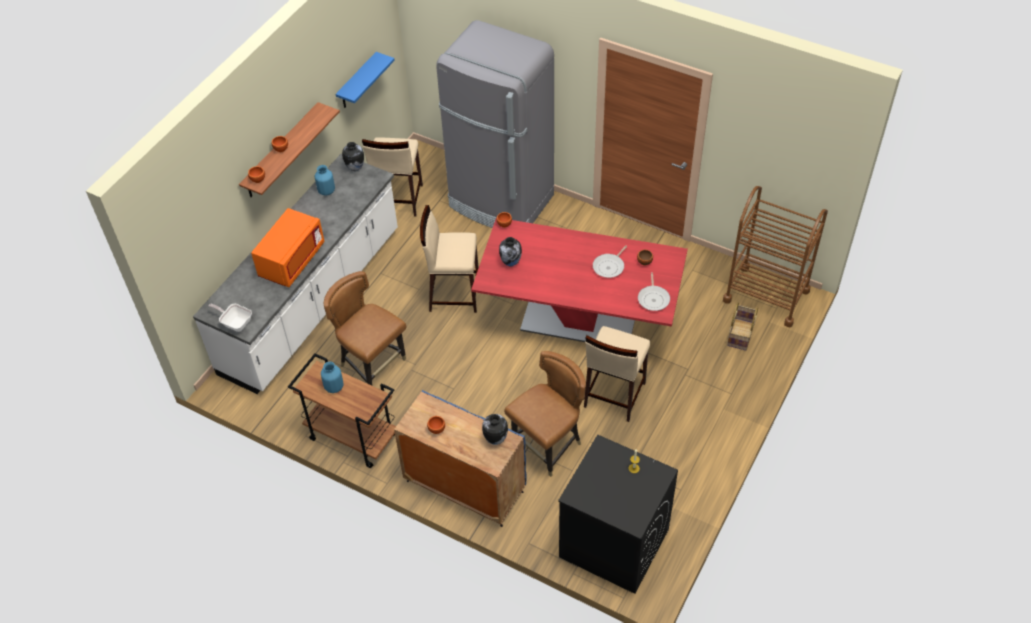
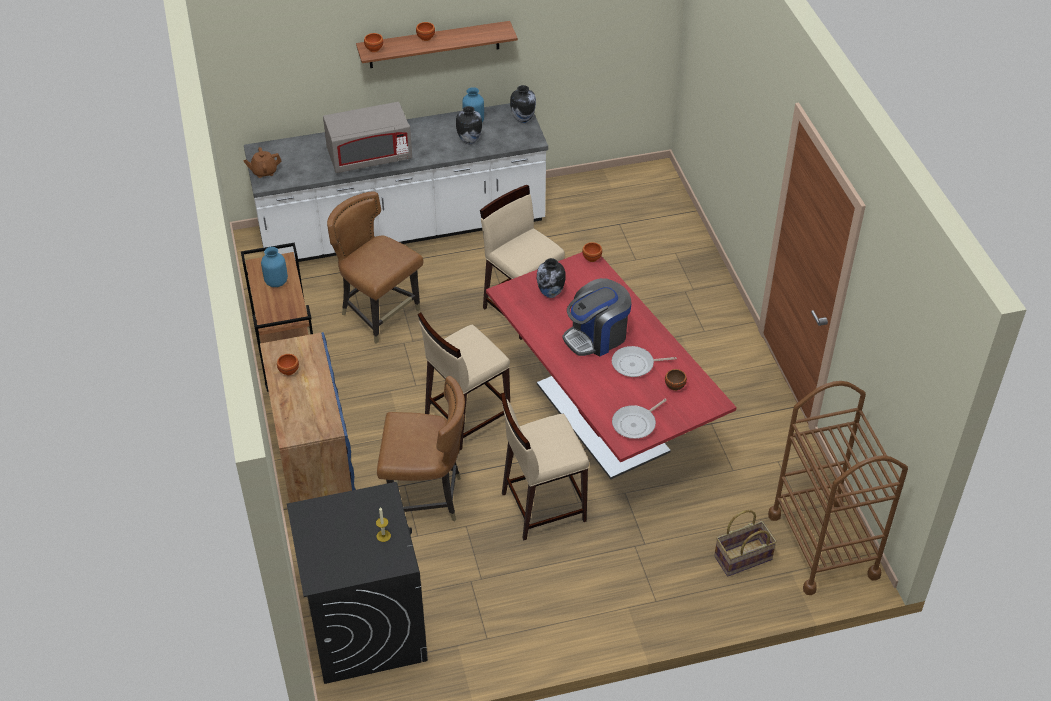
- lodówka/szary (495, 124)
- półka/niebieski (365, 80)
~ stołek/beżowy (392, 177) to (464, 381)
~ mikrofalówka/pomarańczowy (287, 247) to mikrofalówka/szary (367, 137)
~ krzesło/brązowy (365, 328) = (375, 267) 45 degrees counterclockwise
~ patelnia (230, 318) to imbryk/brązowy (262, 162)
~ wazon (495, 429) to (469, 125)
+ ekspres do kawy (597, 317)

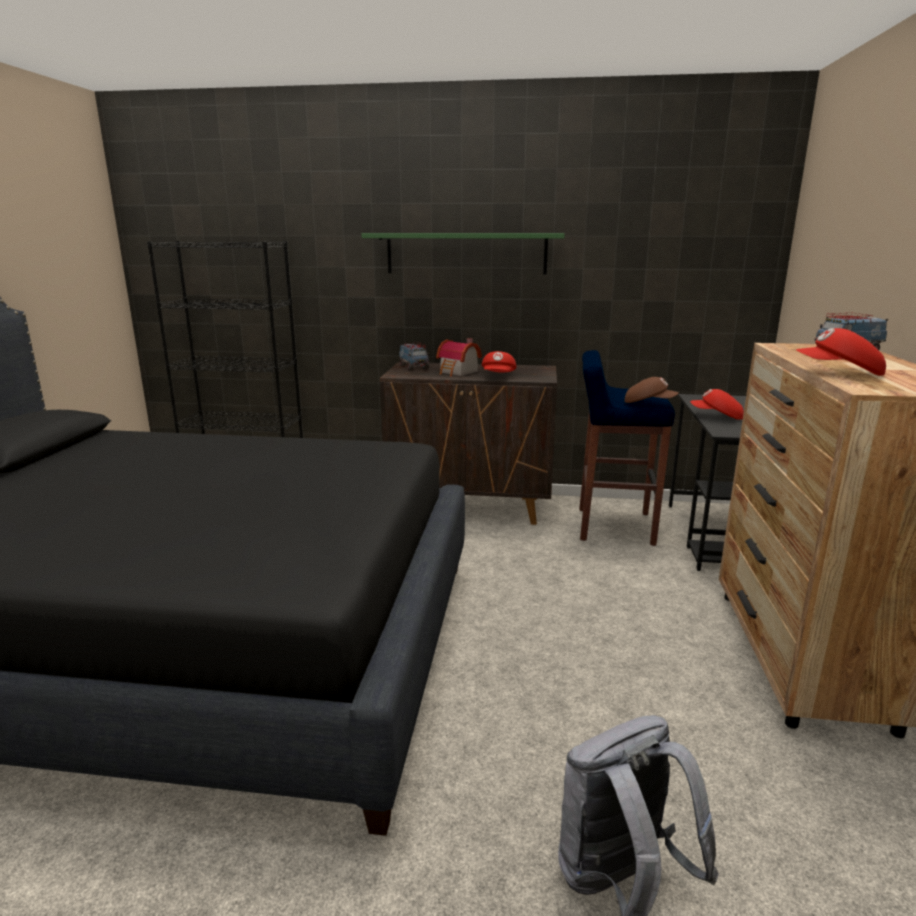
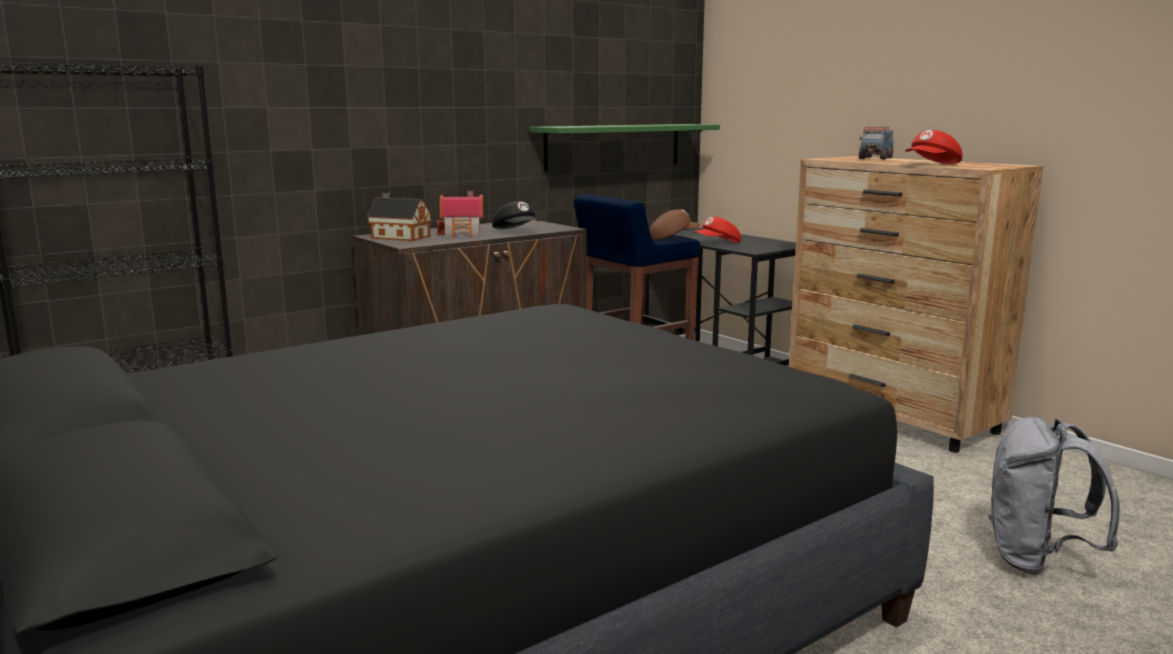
~ półka/zielony (463, 254) to (625, 148)
~ ciężarówka zabawkowa (414, 357) to domek (399, 217)
~ czapka z daszkiem/czerwony (499, 361) to czapka z daszkiem/czarny (515, 215)

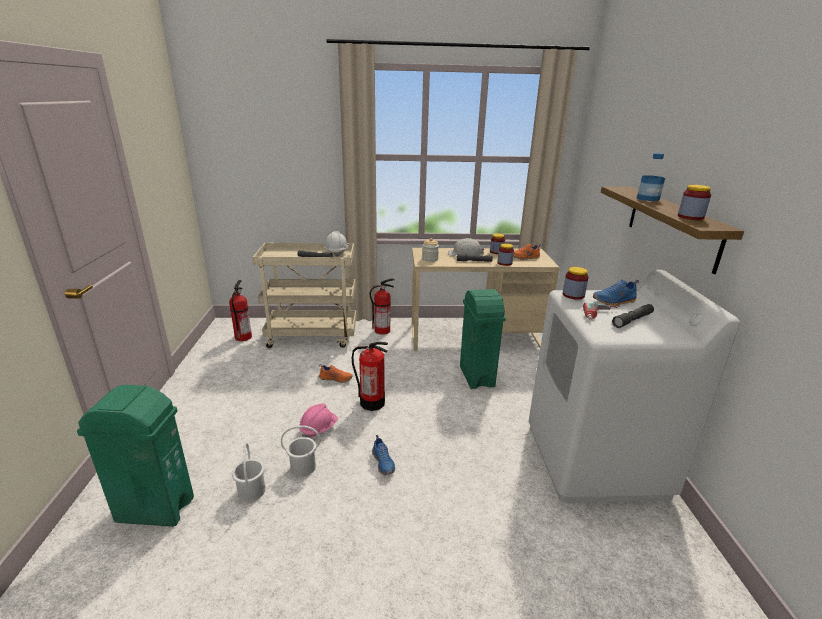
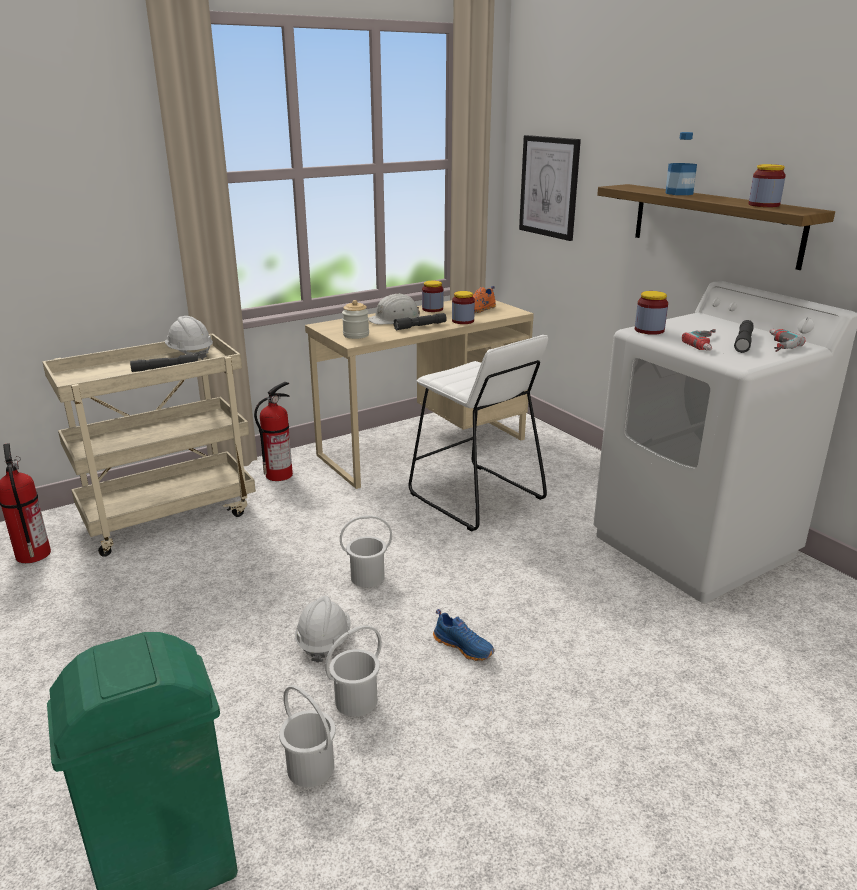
- but/niebieski (616, 292)
~ kosz na śmieci/zielony (483, 339) to stołek/biały (478, 433)
~ gaśnica (370, 376) to wiadro/biały (366, 551)
- but/pomarańczowy (335, 373)
~ kask/różowy (318, 421) to kask/biały (323, 629)
+ obraz (550, 188)
+ wiertarka (787, 340)

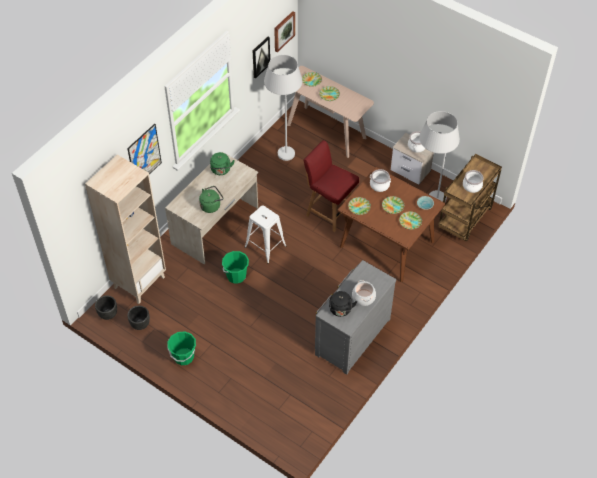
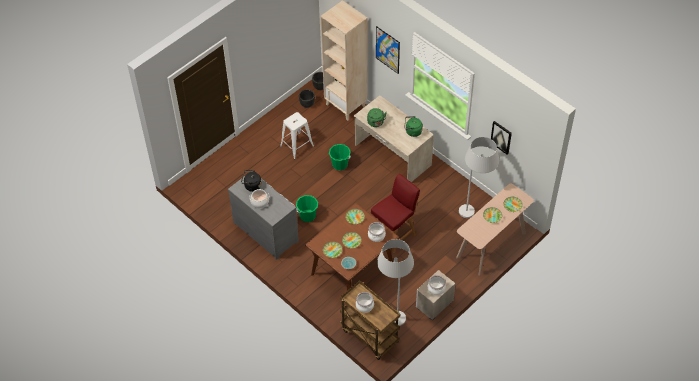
- obraz (284, 31)
~ stołek/biały (266, 234) to (297, 136)
~ wiadro/zielony (181, 348) to (307, 208)

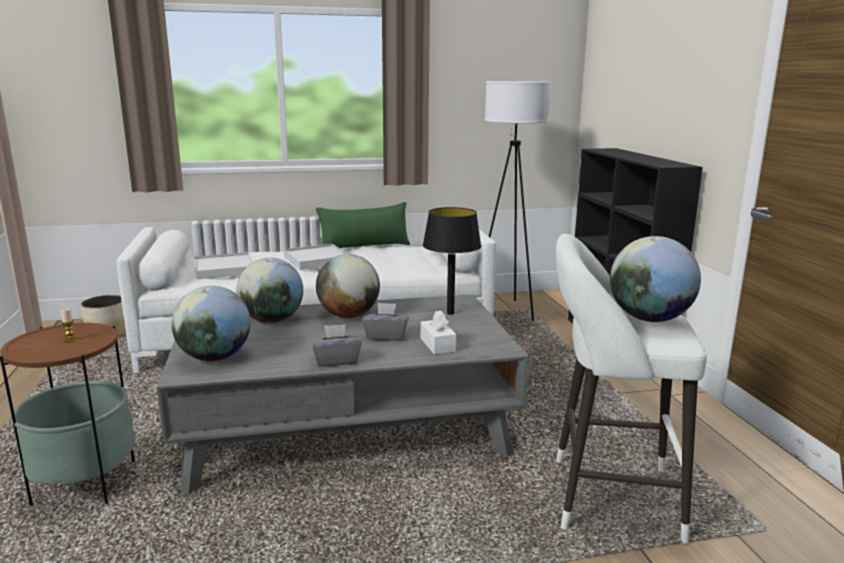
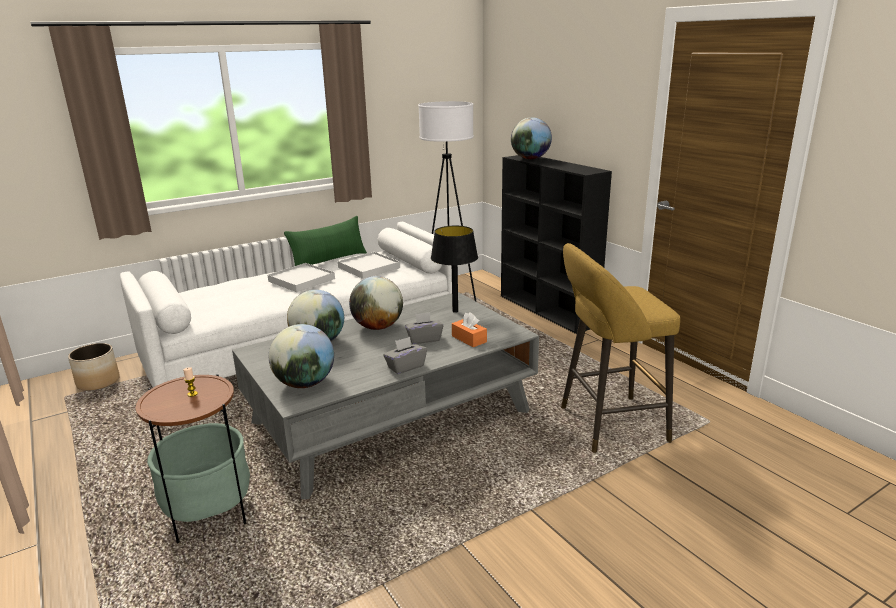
~ stołek/biały (631, 389) to stołek/żółty (620, 348)
~ globus (655, 279) to (531, 138)
~ taca/biały (223, 265) to (369, 265)
~ pudełko chusteczek/biały (438, 333) to pudełko chusteczek/pomarańczowy (469, 329)

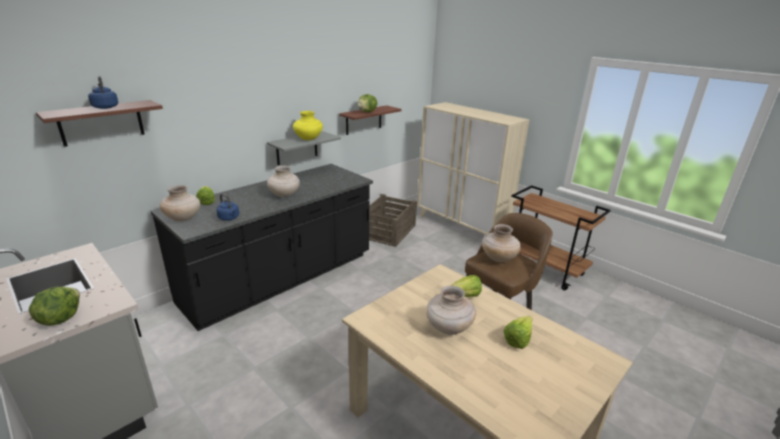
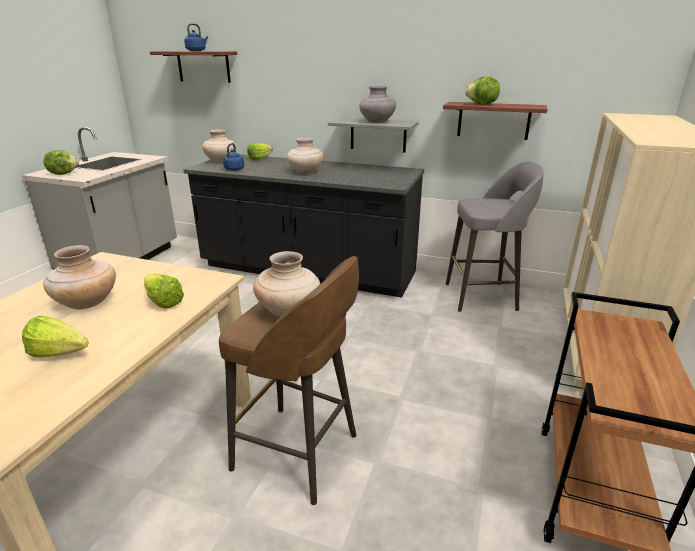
~ wazon/żółty (308, 125) to wazon/szary (378, 104)
~ skrzynka (393, 220) to stołek/szary (494, 237)

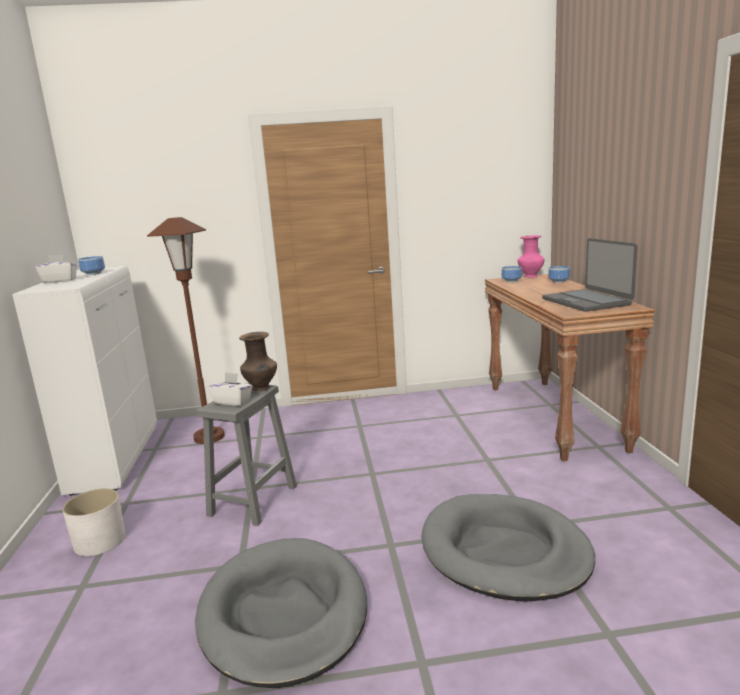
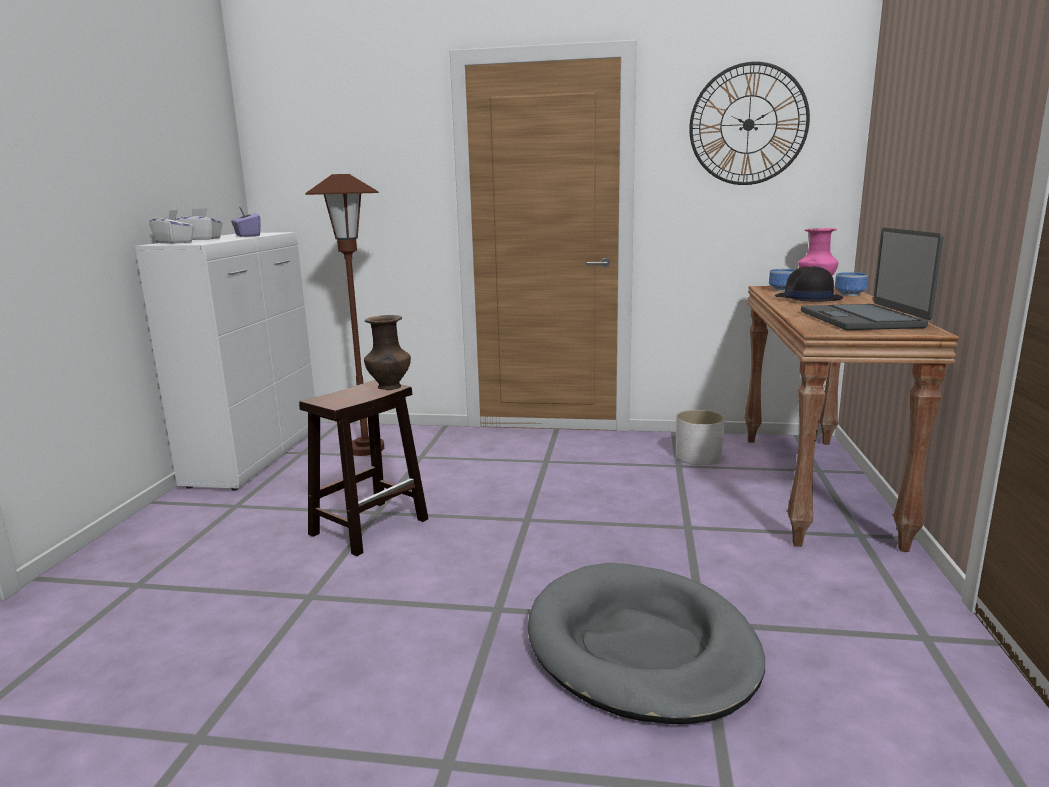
~ miska (91, 265) to pudełko chusteczek/fioletowy (246, 222)
~ pudełko chusteczek/biały (230, 389) to (171, 227)
~ stołek/szary (247, 454) to stołek/brązowy (363, 468)
~ donica/biały (94, 522) to (700, 437)
- legowisko/szary (281, 613)
+ zegar ścienny (749, 123)
+ kapelusz/czarny (809, 284)

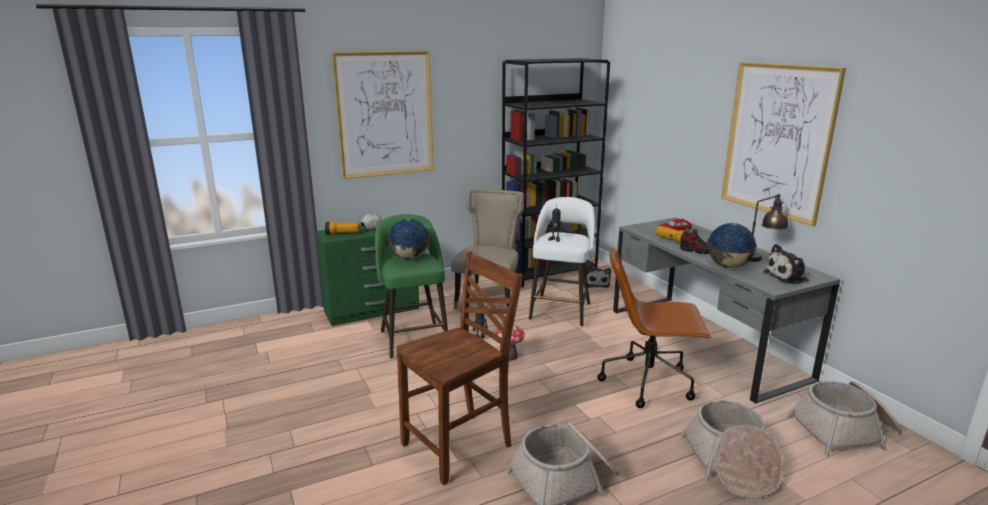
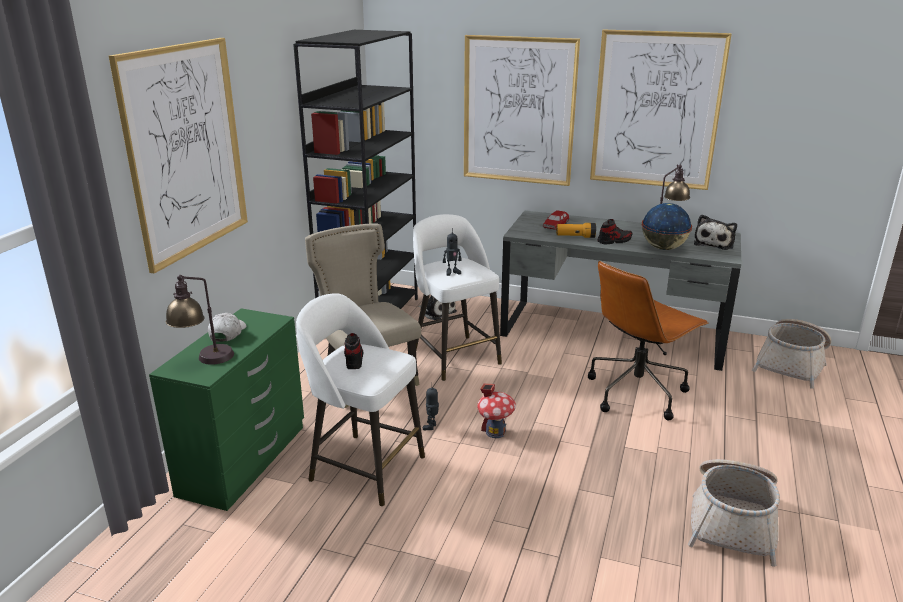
~ stołek/zielony (411, 286) to stołek/biały (360, 399)
~ globus (408, 239) to but (353, 351)
~ latarka (342, 228) to lampa stołowa (200, 320)
- krzesło/brązowy (460, 368)
- koszyk (731, 450)
+ obraz (522, 110)

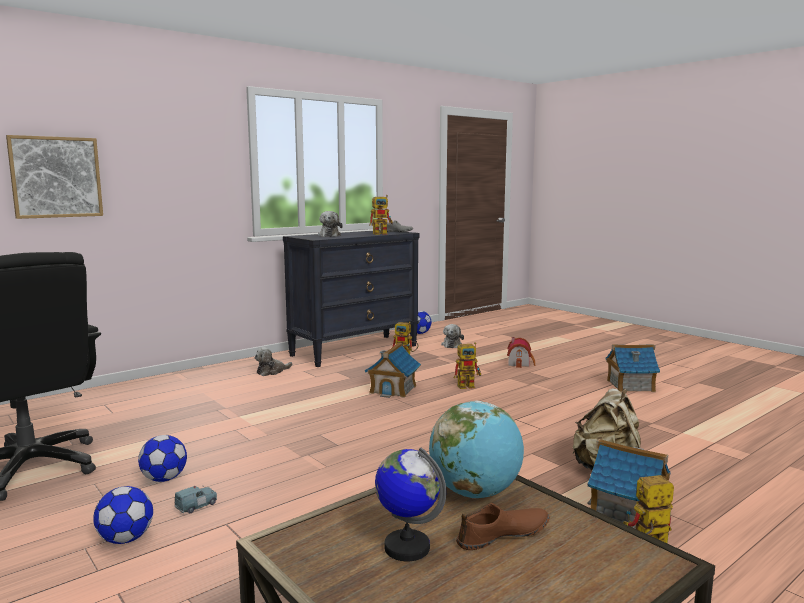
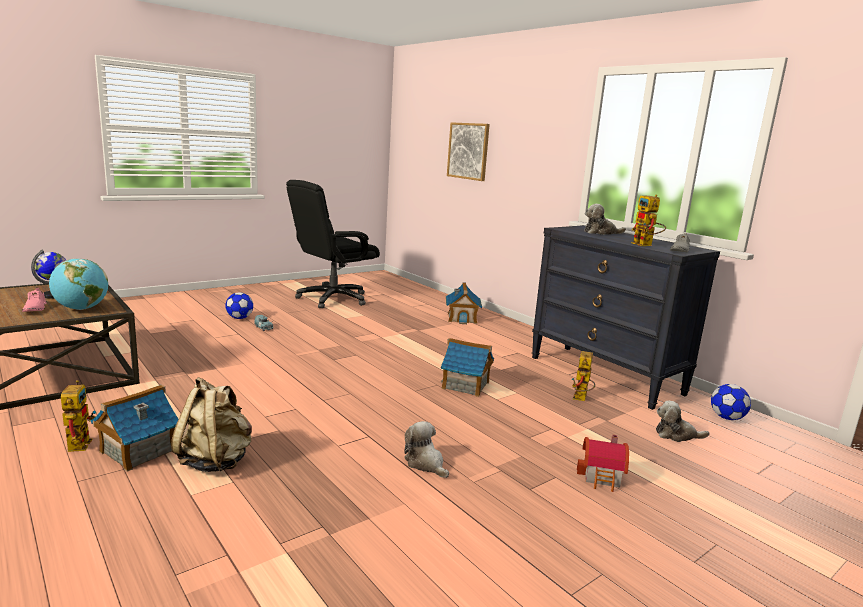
- robot zabawkowy (467, 365)
~ domek (633, 368) to (464, 303)
~ pluszak (273, 361) to (426, 449)
- piłka futbolowa (162, 458)
~ but/brązowy (503, 526) to but/różowy (34, 299)

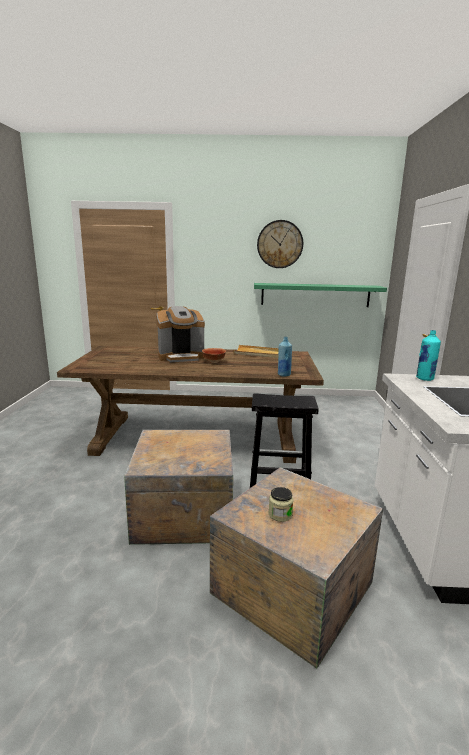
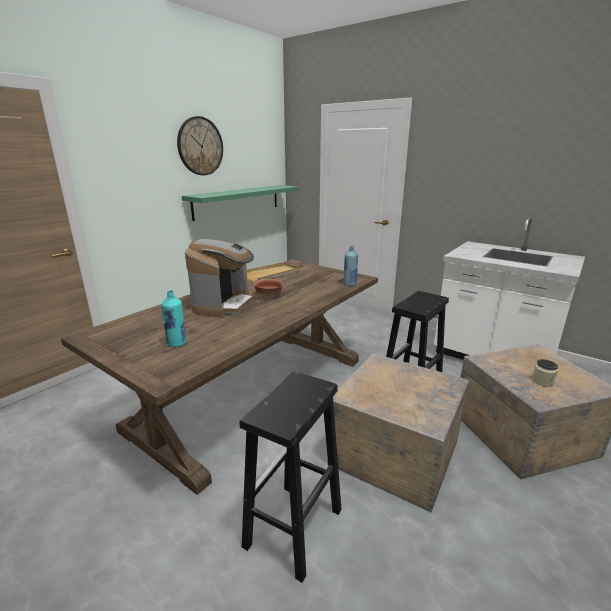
~ butelka/turkusowy (428, 355) to (173, 318)
+ stołek/czarny (291, 477)

